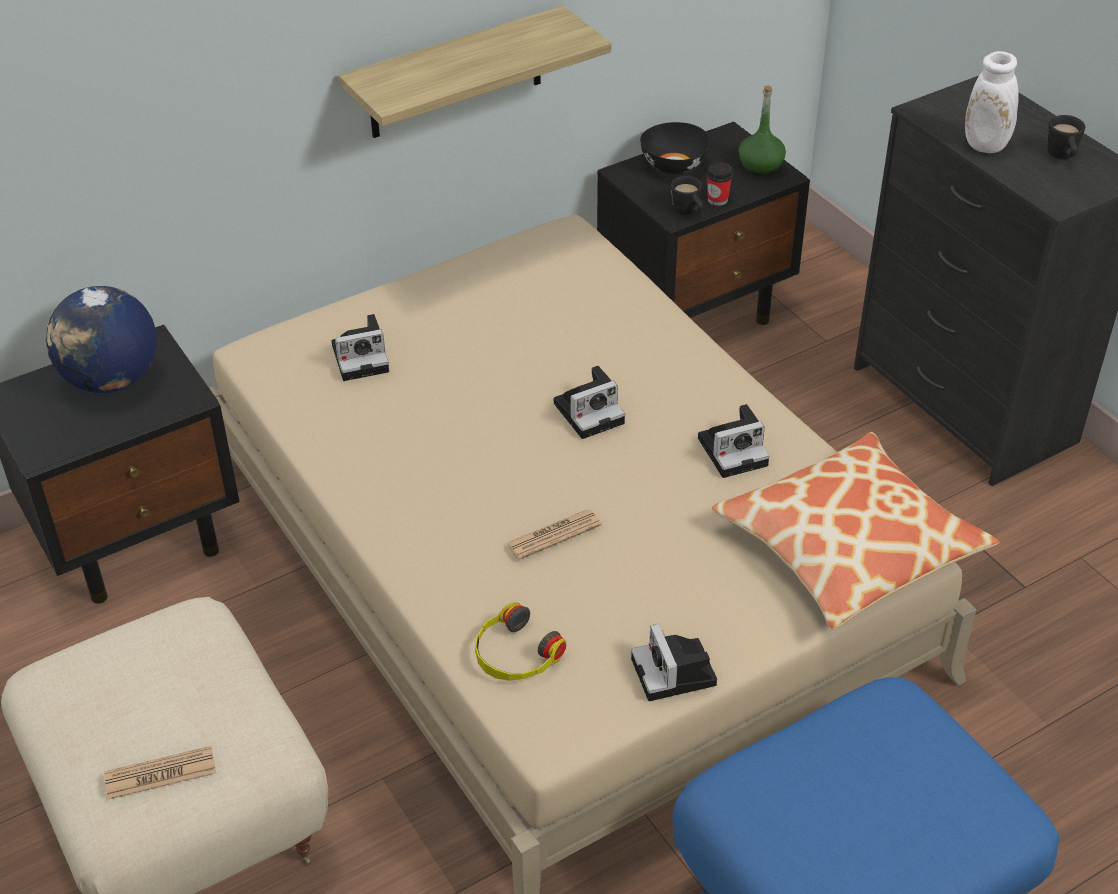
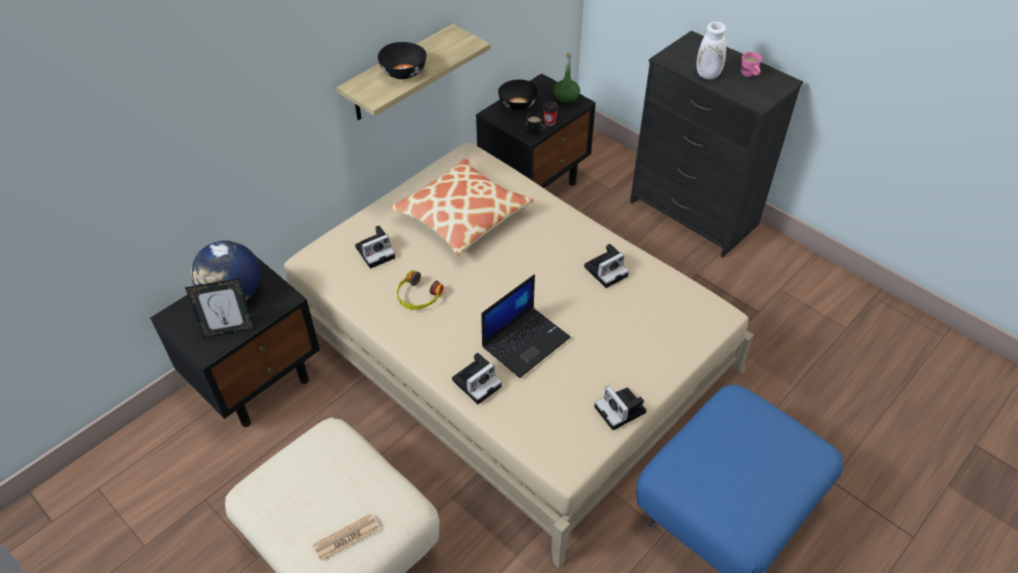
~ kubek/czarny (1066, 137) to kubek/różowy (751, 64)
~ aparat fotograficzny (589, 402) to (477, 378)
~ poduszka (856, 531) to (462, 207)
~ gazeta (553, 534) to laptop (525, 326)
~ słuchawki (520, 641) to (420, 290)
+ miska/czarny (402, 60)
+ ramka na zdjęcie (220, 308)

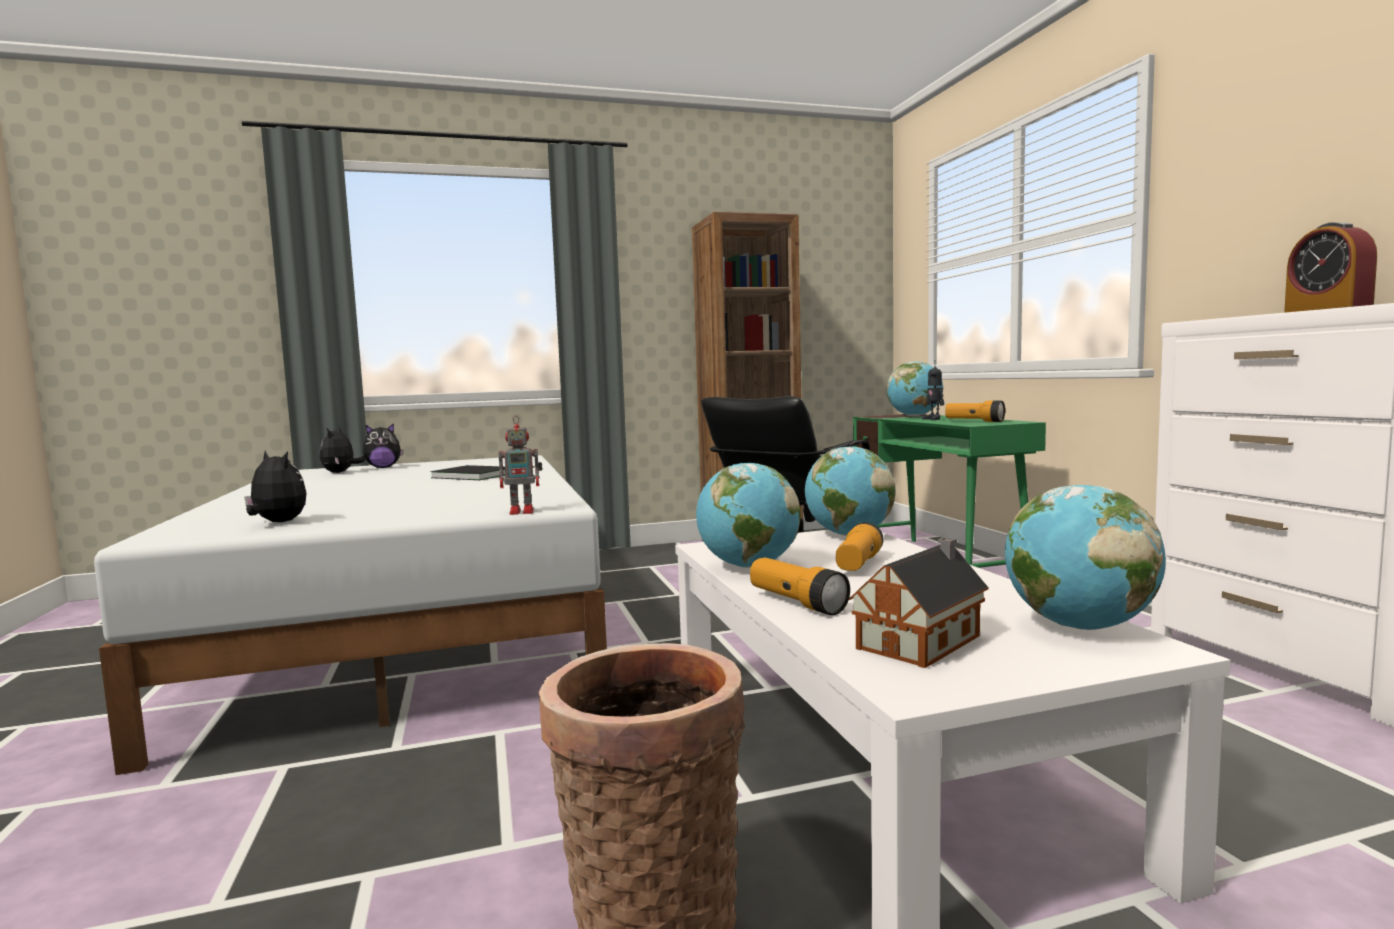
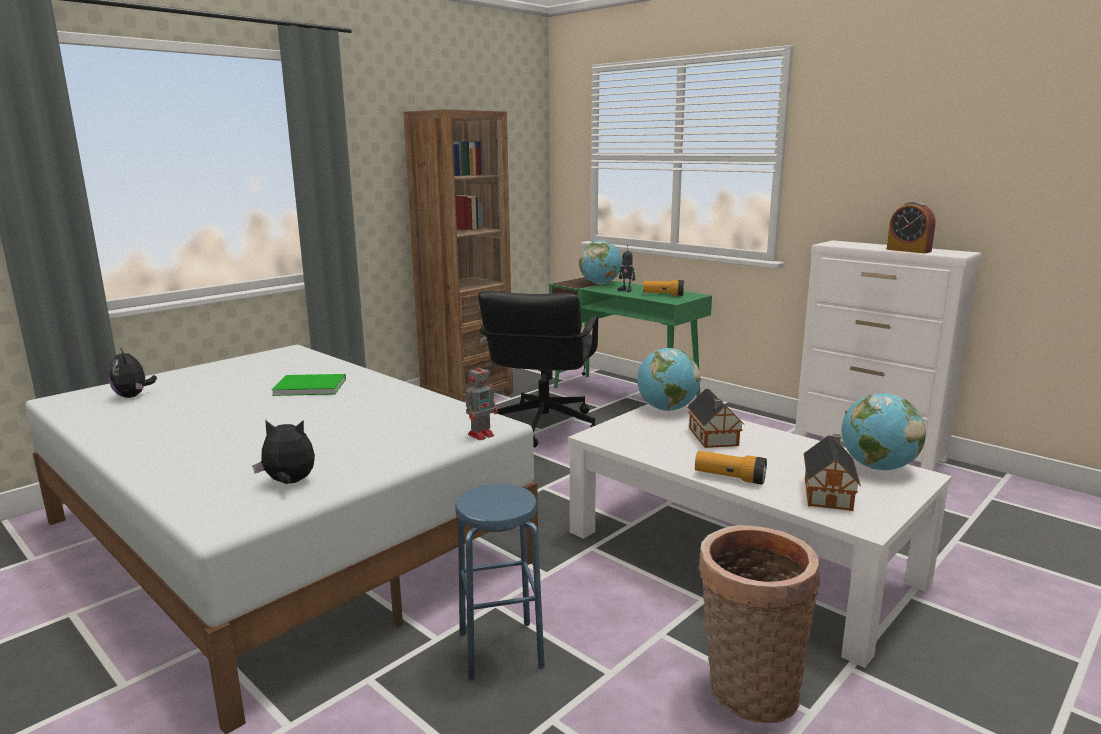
- pluszak (383, 445)
- globus (748, 515)
~ książka/czarny (468, 472) to książka/zielony (309, 385)
~ latarka (860, 546) to domek (716, 418)
+ stołek/niebieski (500, 582)

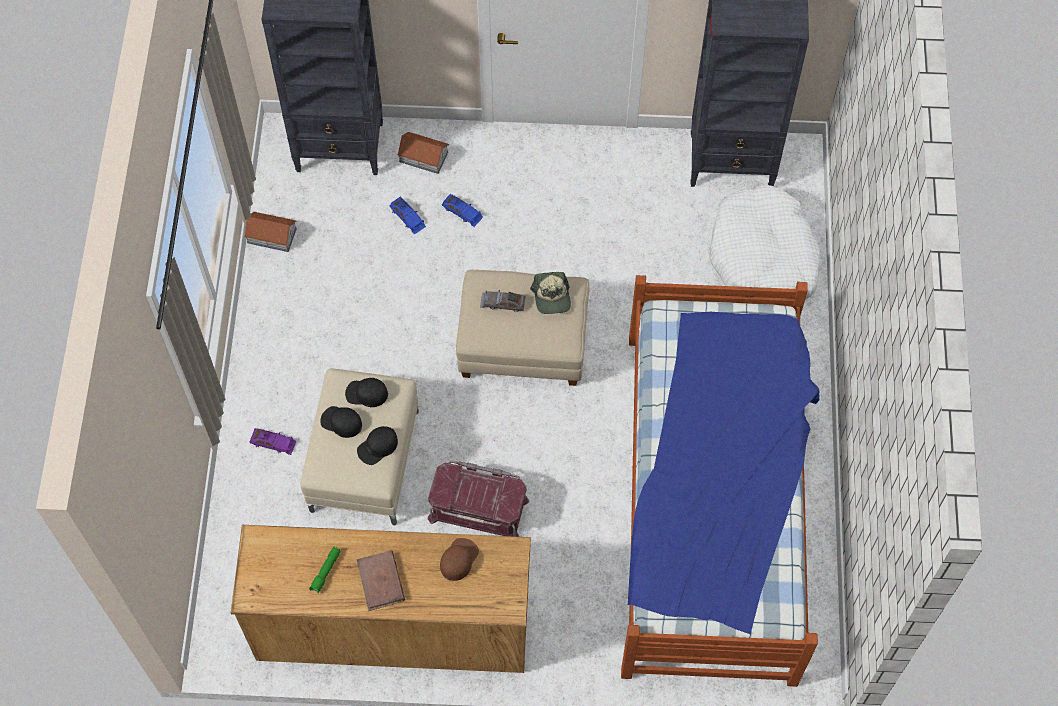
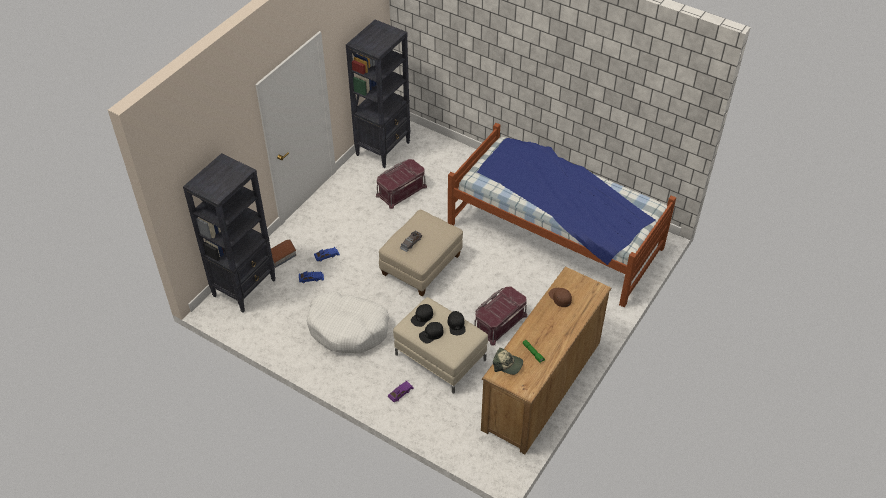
~ legowisko/biały (764, 241) to (348, 322)
- domek (270, 232)
~ czapka z daszkiem (550, 293) to (508, 361)
- książka/brązowy (381, 581)
+ pojemnik do przechowywania/czerwony (401, 184)

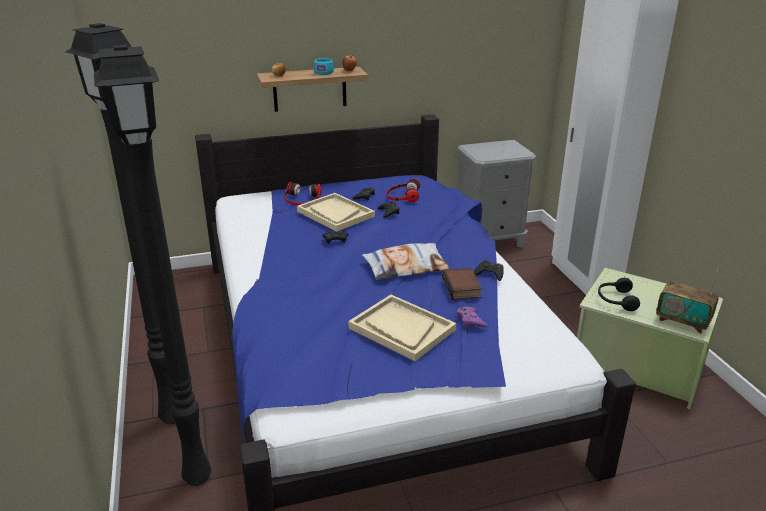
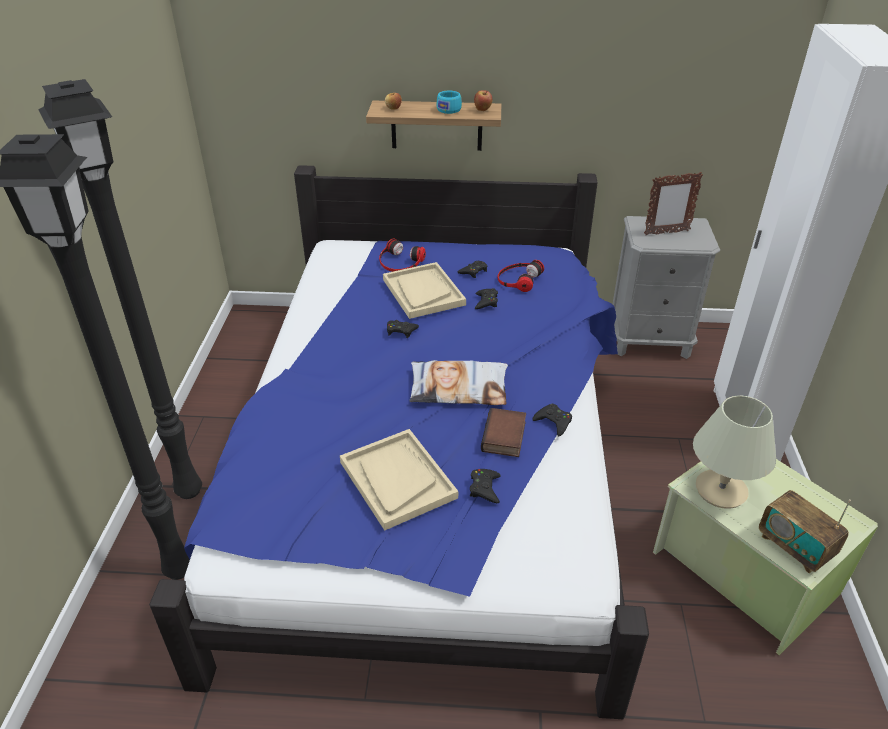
~ słuchawki/czarny (619, 294) to lampa stołowa/beżowy (734, 452)
~ pad do gier/fioletowy (472, 317) to pad do gier/czarny (485, 486)
+ ramka na zdjęcie (673, 204)

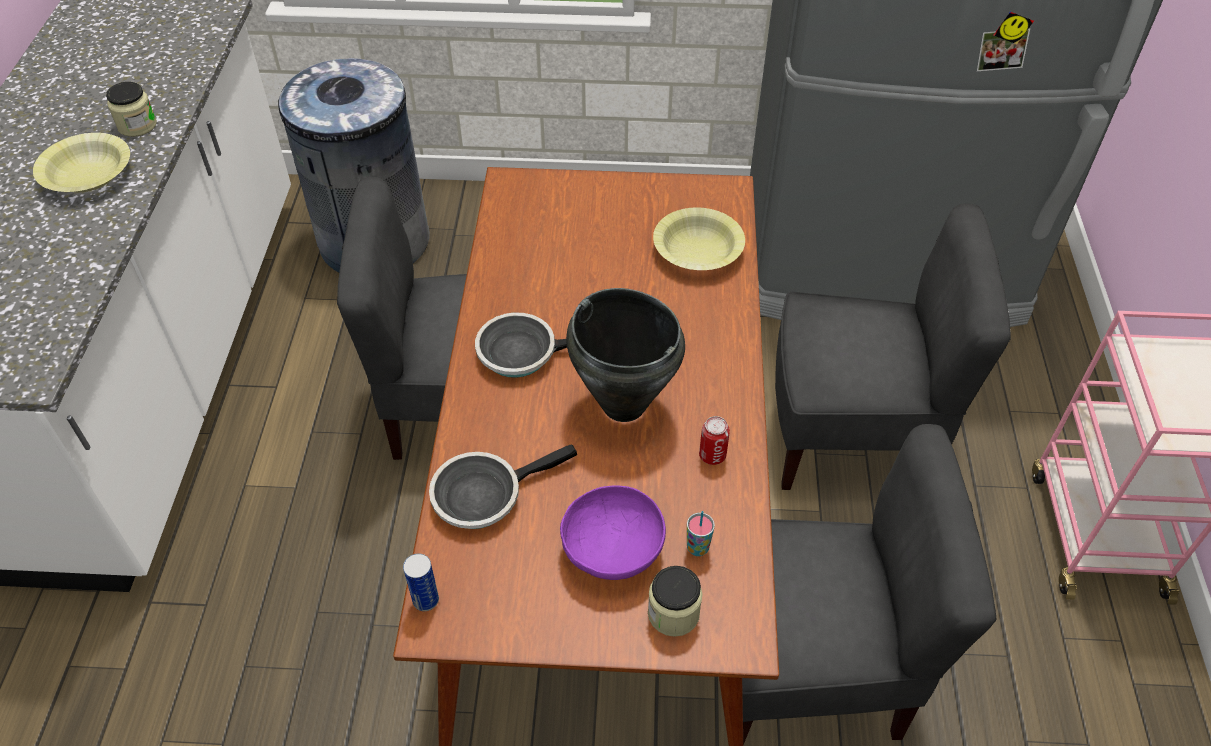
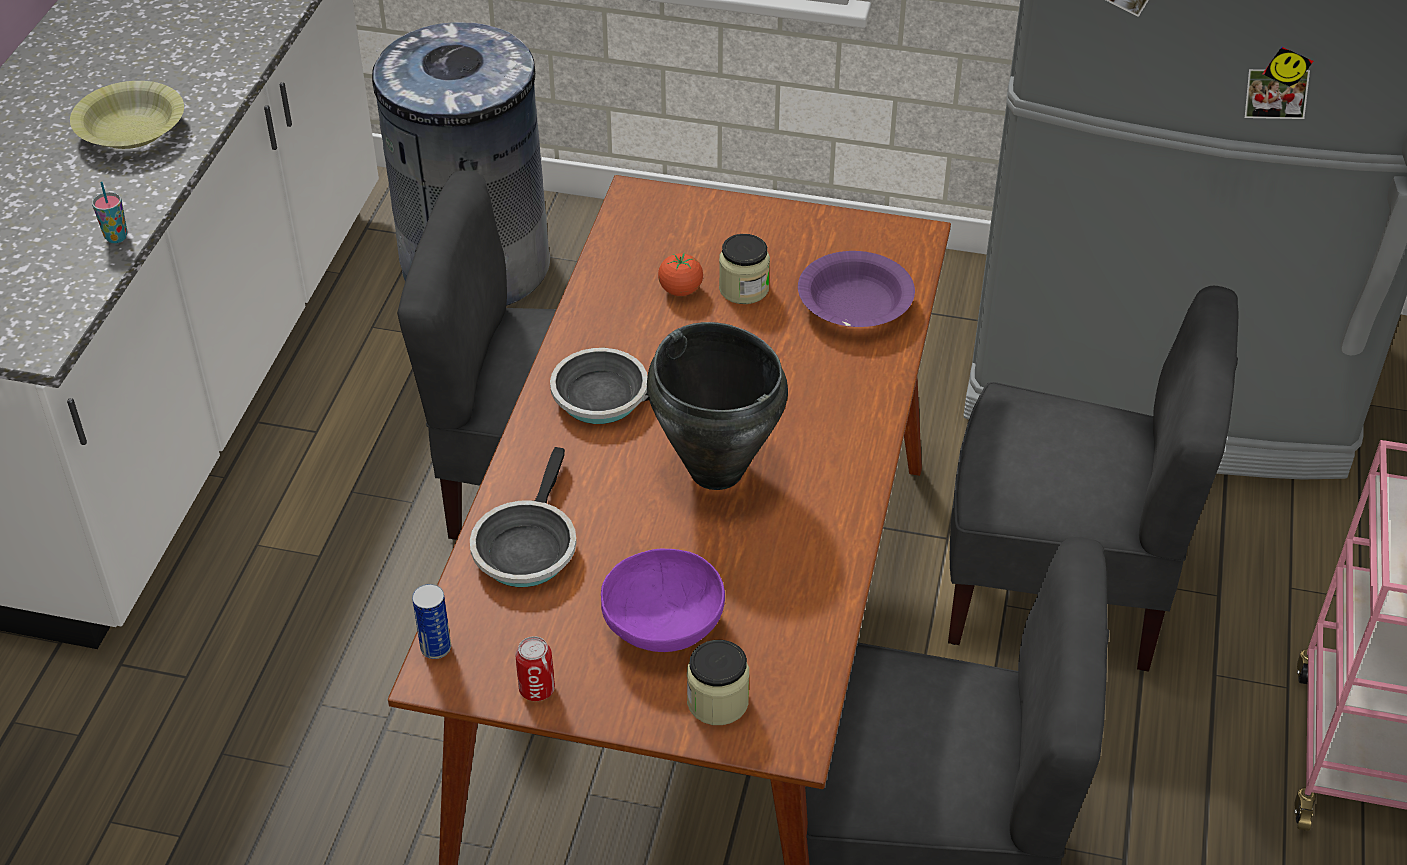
~ słoik (131, 109) to (744, 269)
~ miska/żółty (699, 238) to miska/fioletowy (856, 289)
~ puszka (714, 440) to (535, 668)
~ patelnia (503, 486) = (523, 517) 60 degrees counterclockwise
~ filiżanka (701, 533) to (109, 212)
+ pomidor (680, 274)

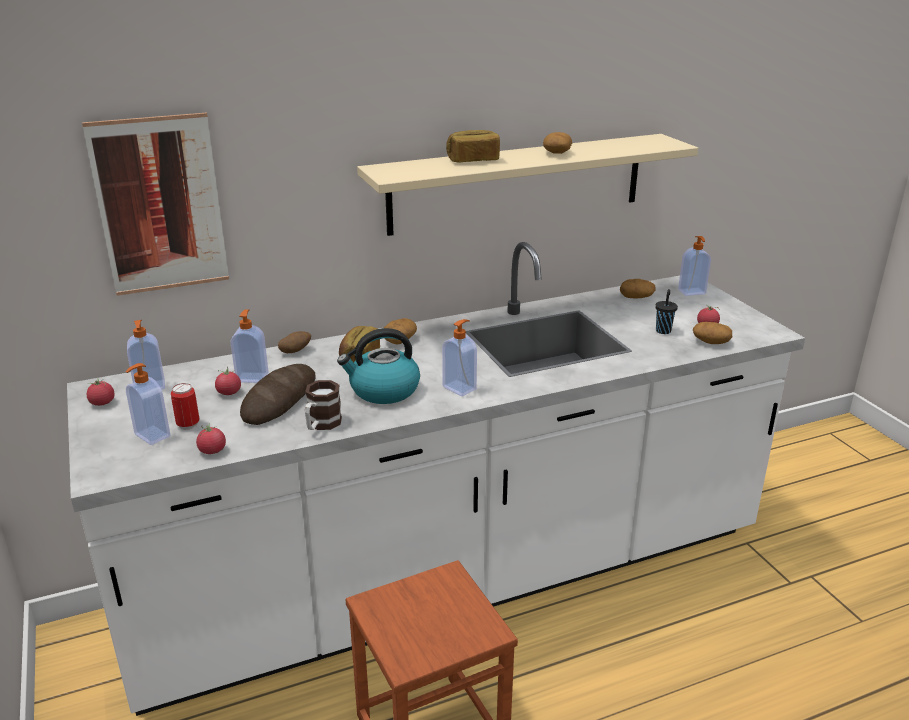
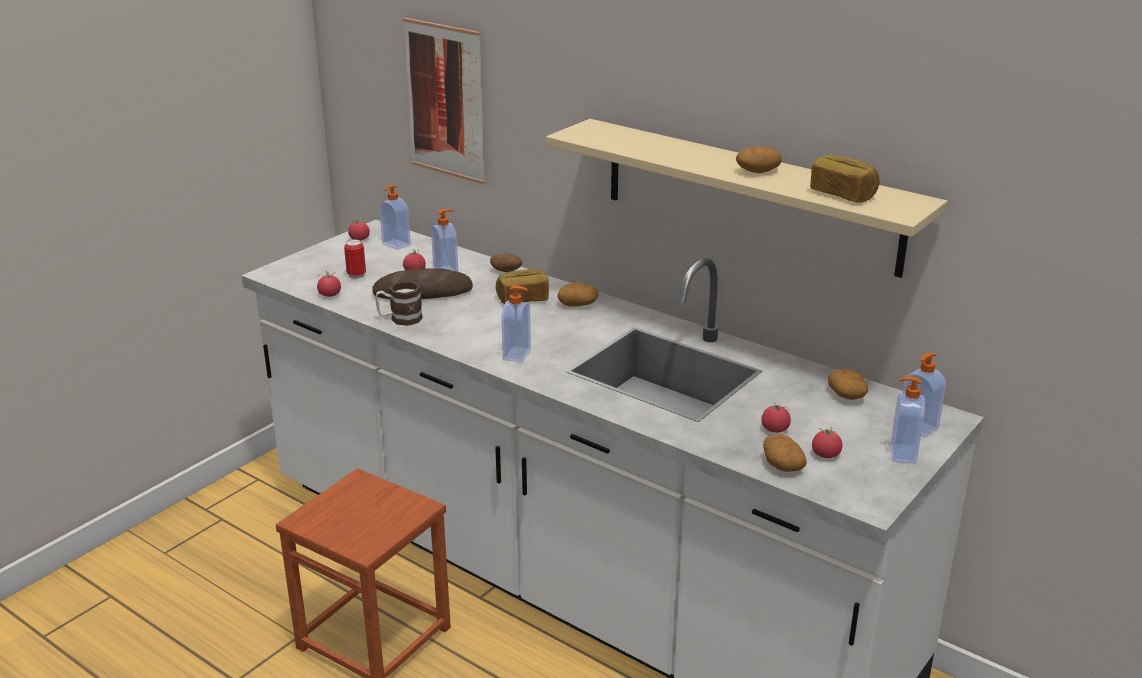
~ chleb (473, 146) to (844, 179)
~ filiżanka/czarny (666, 311) to pomidor (776, 417)
- czajnik (378, 366)
~ dozownik mydła (147, 404) to (908, 420)

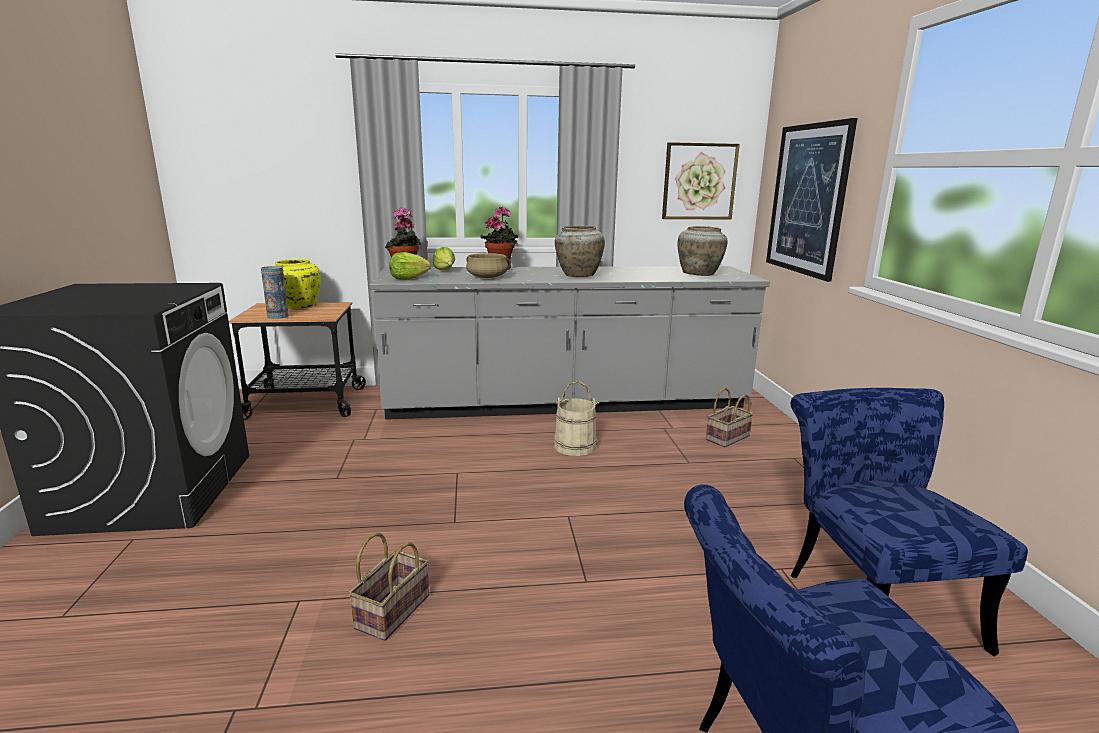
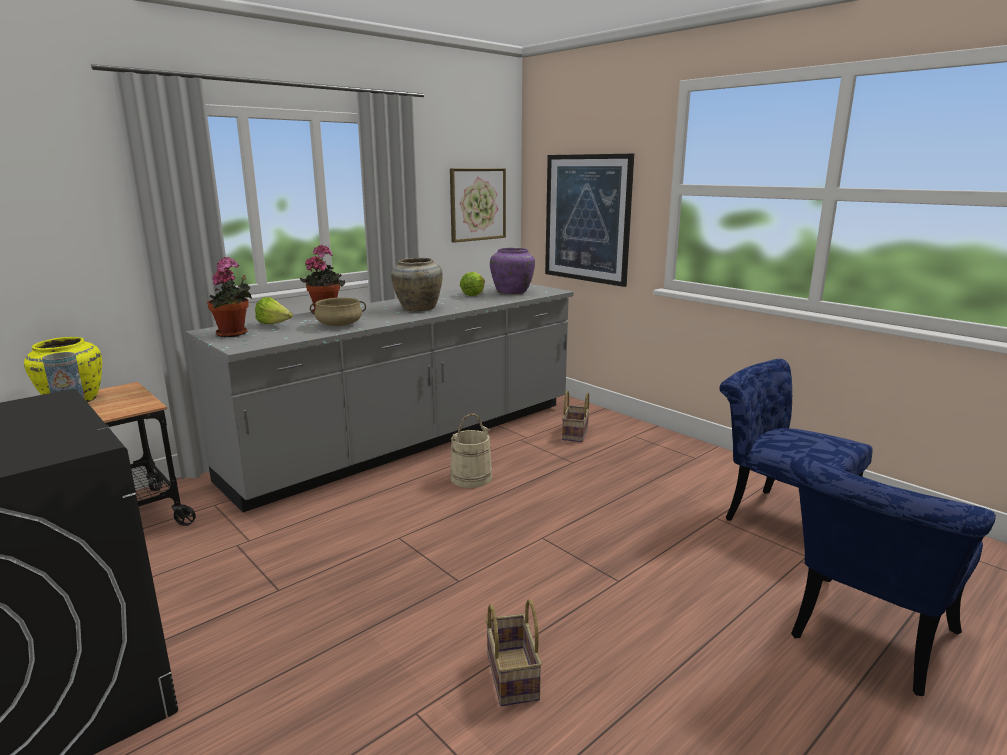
~ wazon/beżowy (702, 251) to wazon/fioletowy (512, 271)
~ sałata (410, 266) to (472, 284)

